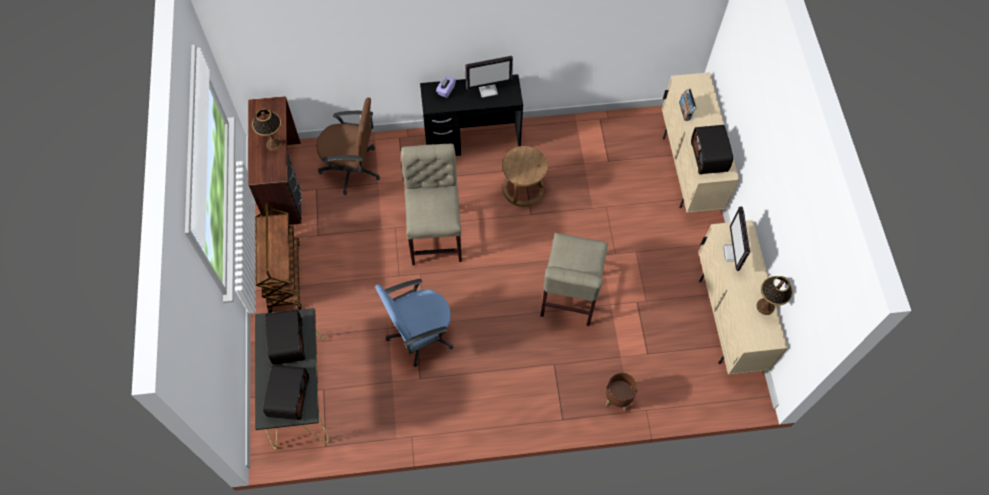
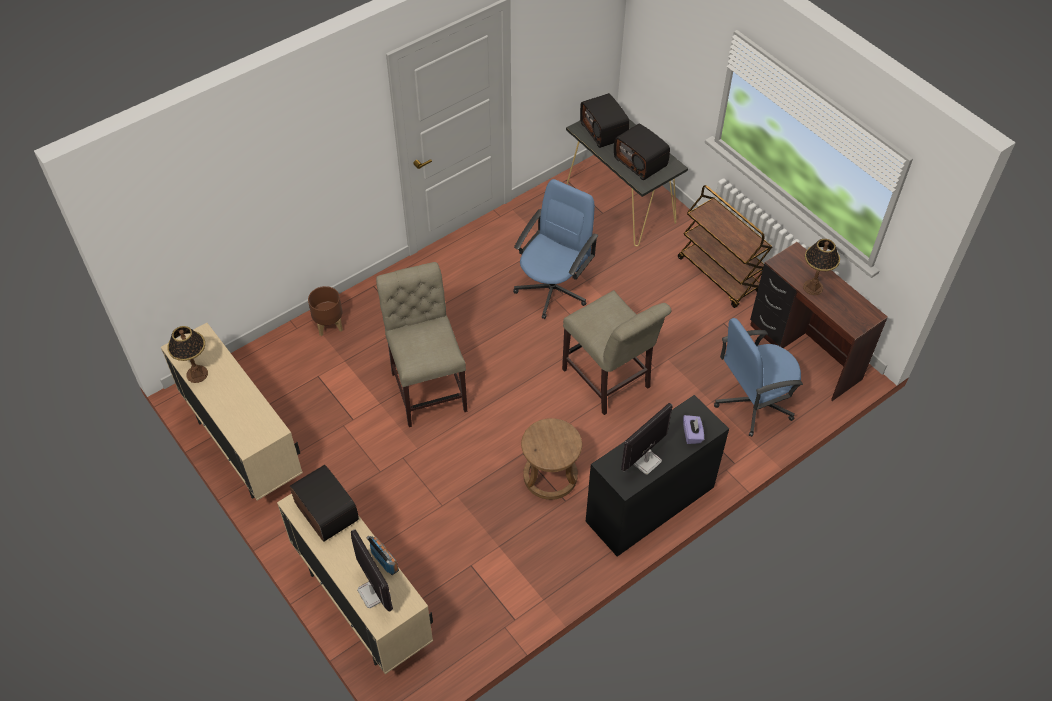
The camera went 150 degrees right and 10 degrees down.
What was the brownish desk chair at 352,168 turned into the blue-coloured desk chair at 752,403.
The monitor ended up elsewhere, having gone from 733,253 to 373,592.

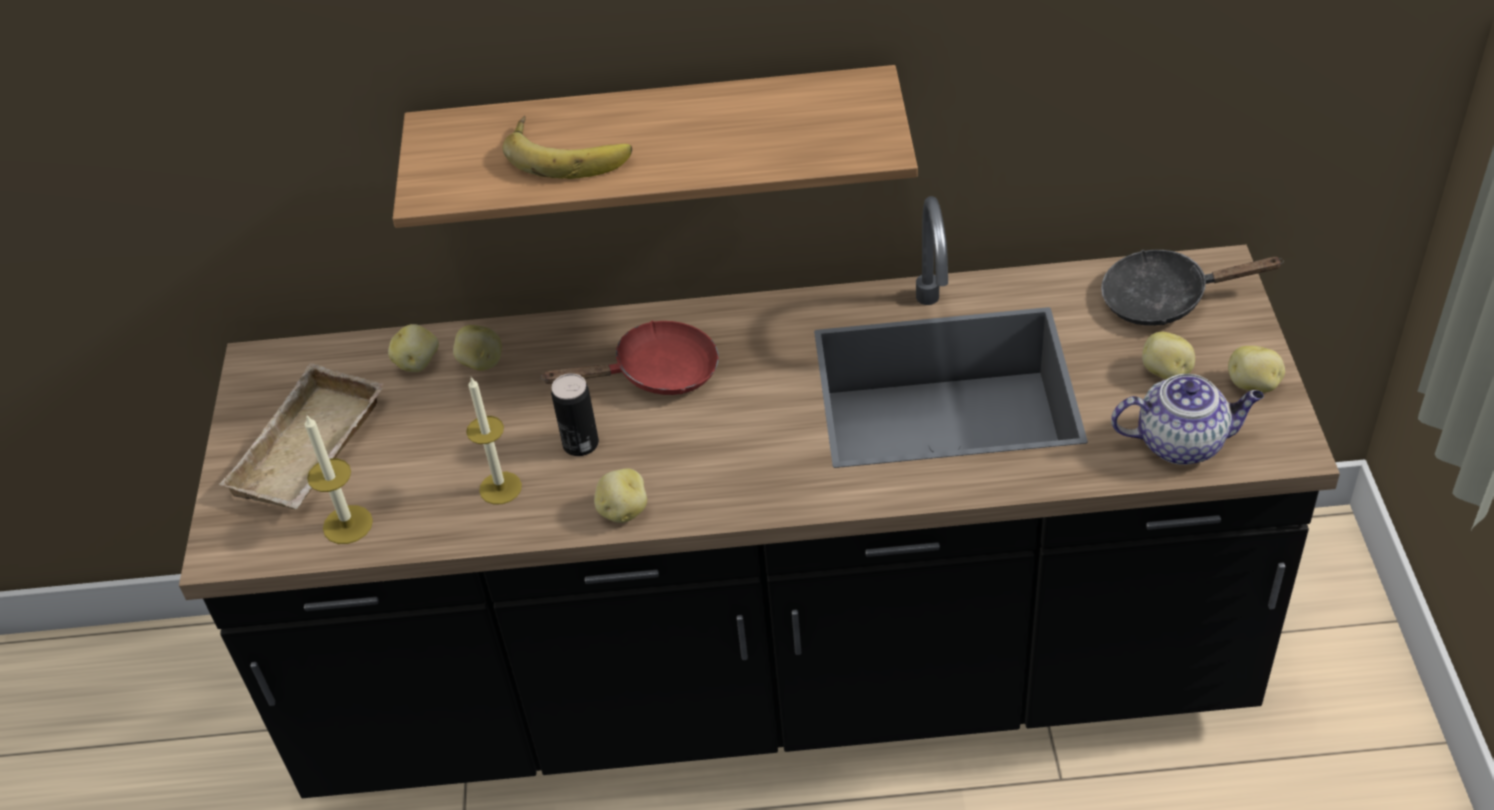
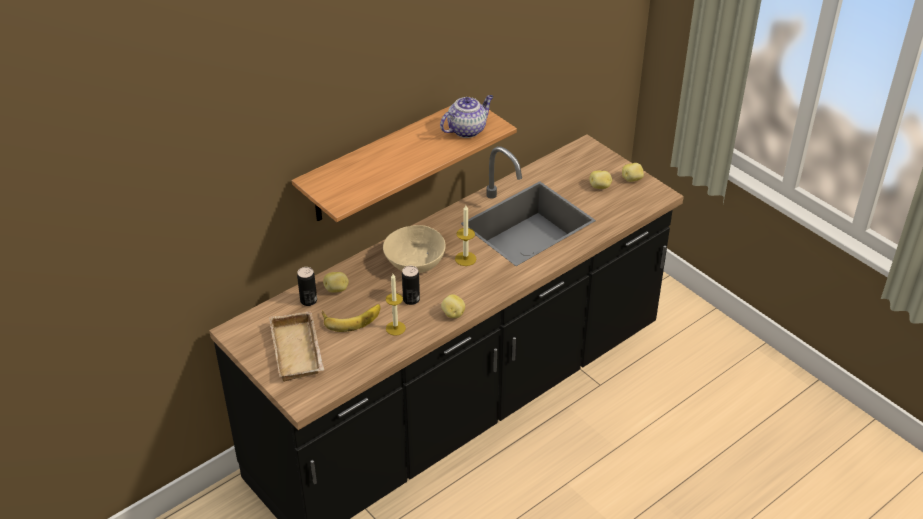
The camera went 40 degrees left and 5 degrees down.
The banana ended up elsewhere, having gone from 569,152 to 351,317.
The second view lost the blackish skillet at 1164,299.
Where the red-coloured skillet stood at 656,374, the beige deep dish came to stand at 415,263.
Where the potato stood at 418,363, the can came to stand at 308,301.
The tea pot ended up elsewhere, having gone from 1182,442 to 467,129.
The wax light ended up elsewhere, having gone from 347,524 to 465,259.

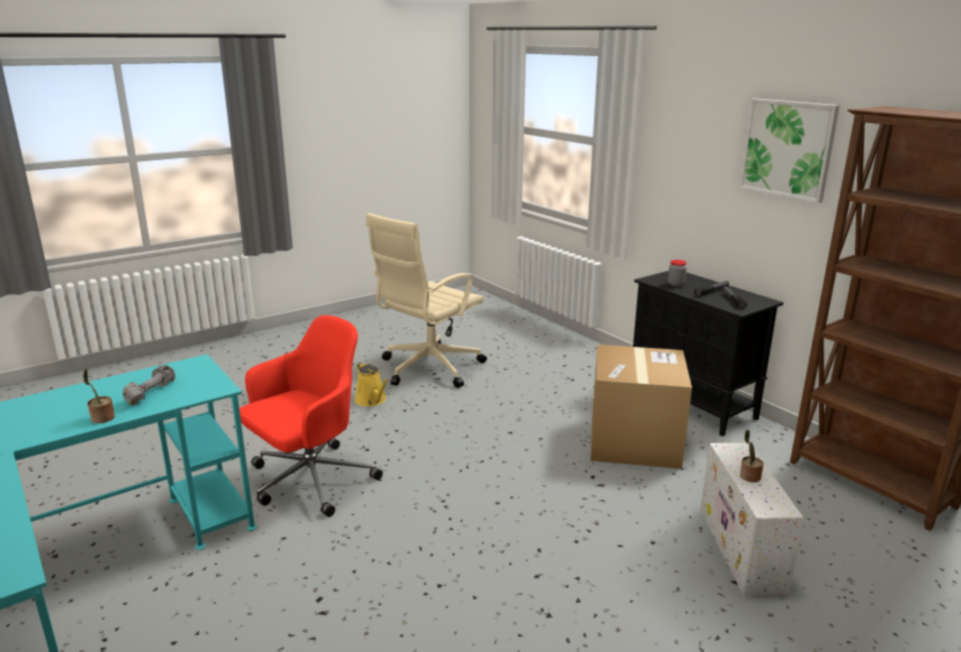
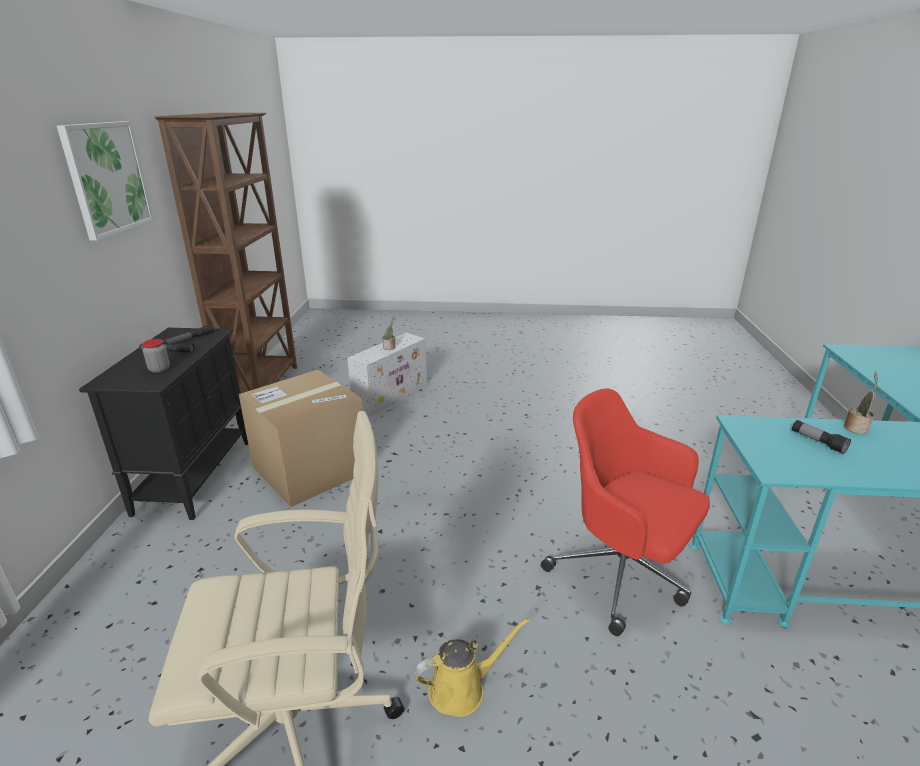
The camera went 140 degrees left and 5 degrees up.
The red-coloured desk chair at 309,481 ended up facing another way, 45 degrees clockwise from before.
The yellowish watering can at 372,400 ended up facing another way, 60 degrees clockwise from before.
Where the greyish dumbbell stood at 150,393, the torch came to stand at 817,442.

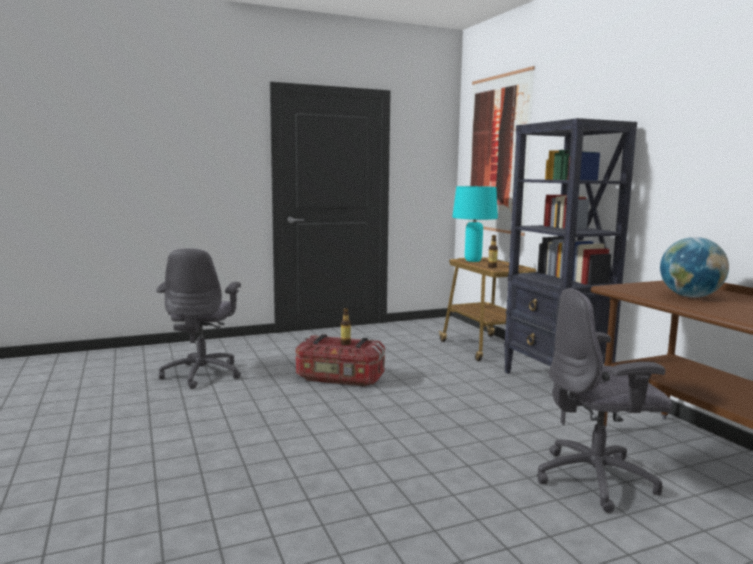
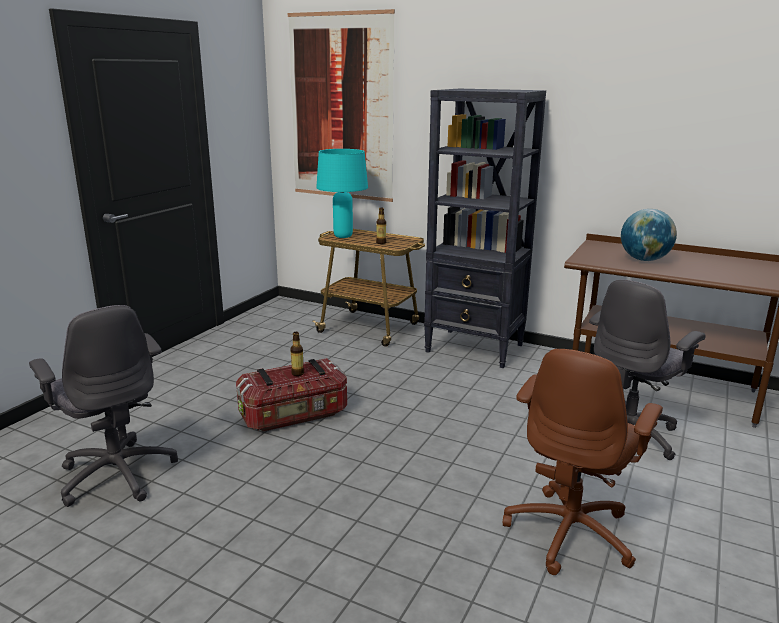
The camera went 40 degrees left and 10 degrees up.
The second view gained the brownish desk chair at 571,532.

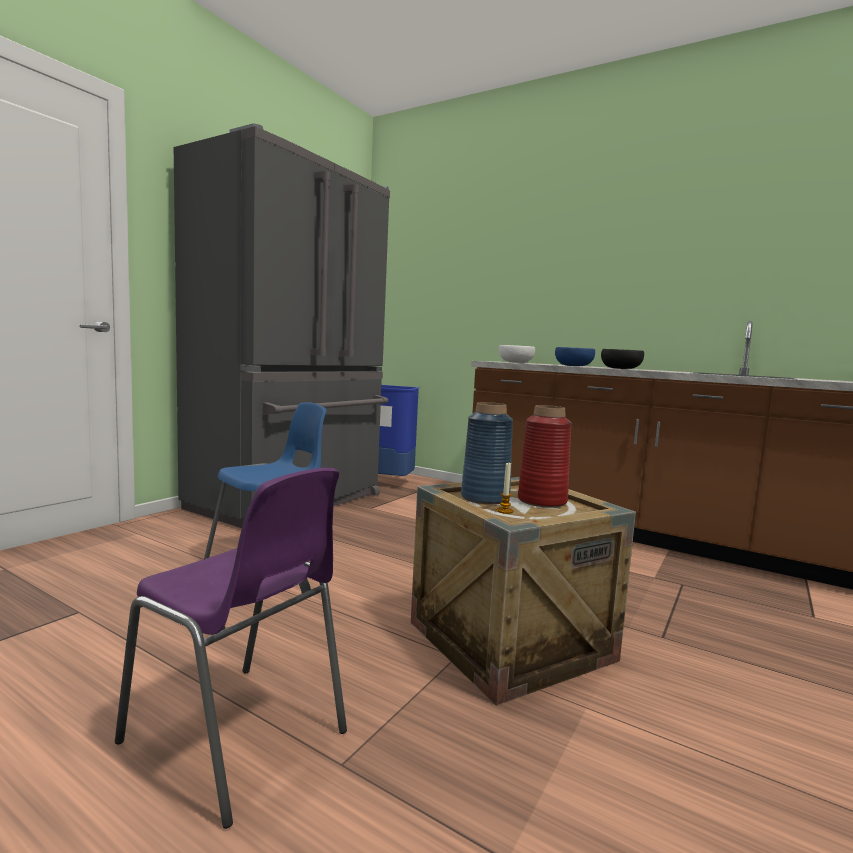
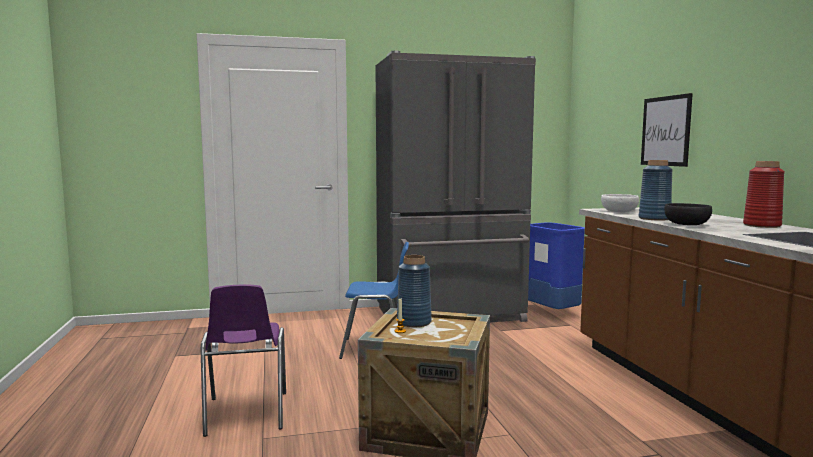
The camera went 45 degrees right and 0 degrees up.
Where the blue-coloured deep dish stood at 574,366, the blue-coloured decorative vase came to stand at 654,218.
The red-coloured decorative vase ended up elsewhere, having gone from 541,501 to 762,225.
The second view gained the wall art at 665,131.

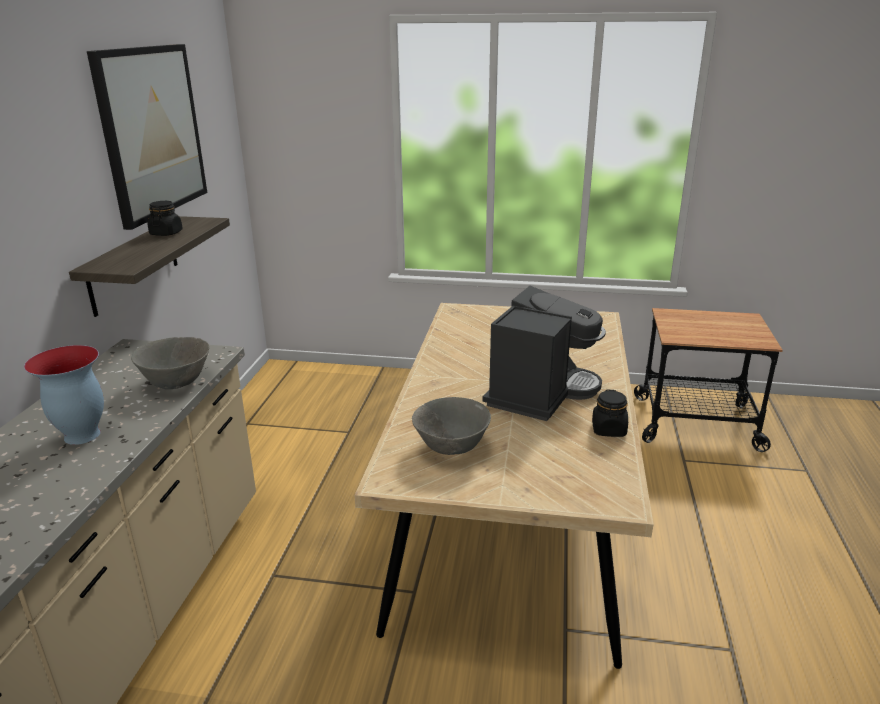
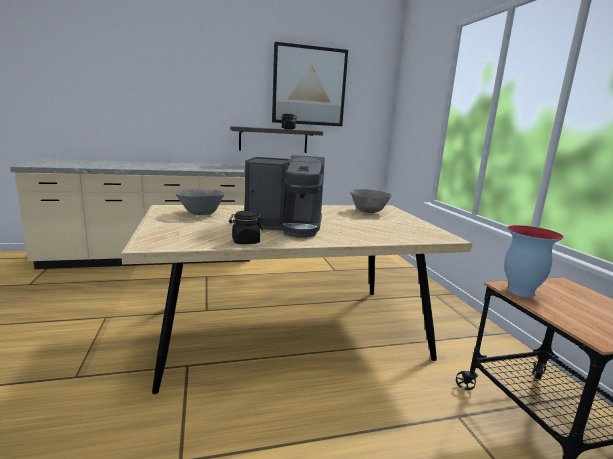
The camera went 65 degrees right and 10 degrees down.
The greyish deep dish ended up elsewhere, having gone from 176,383 to 368,212.
The decorative vase ended up elsewhere, having gone from 81,436 to 520,291.

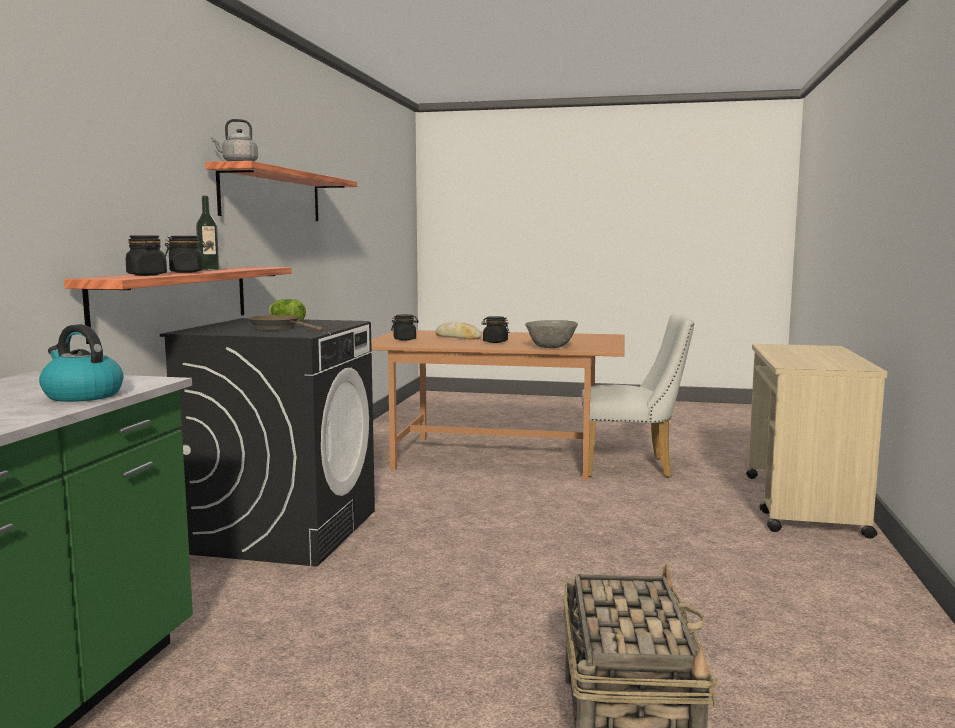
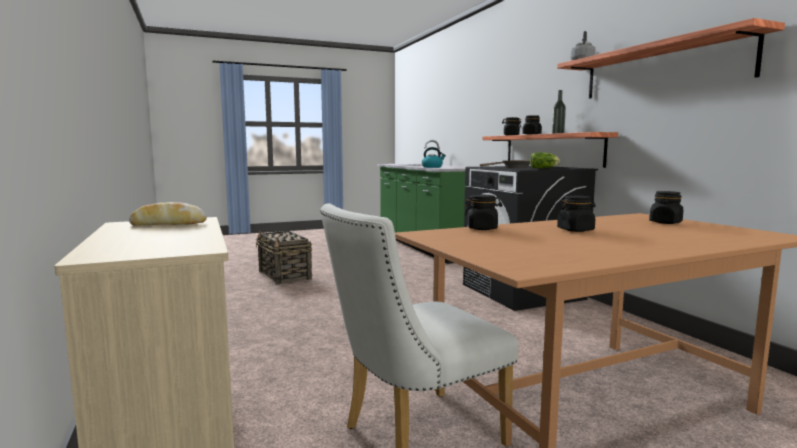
The camera went 145 degrees right and 0 degrees up.
Where the greyish deep dish stood at 551,348, the blackish jar came to stand at 482,228.
The bakery bread ended up elsewhere, having gone from 458,337 to 168,224.

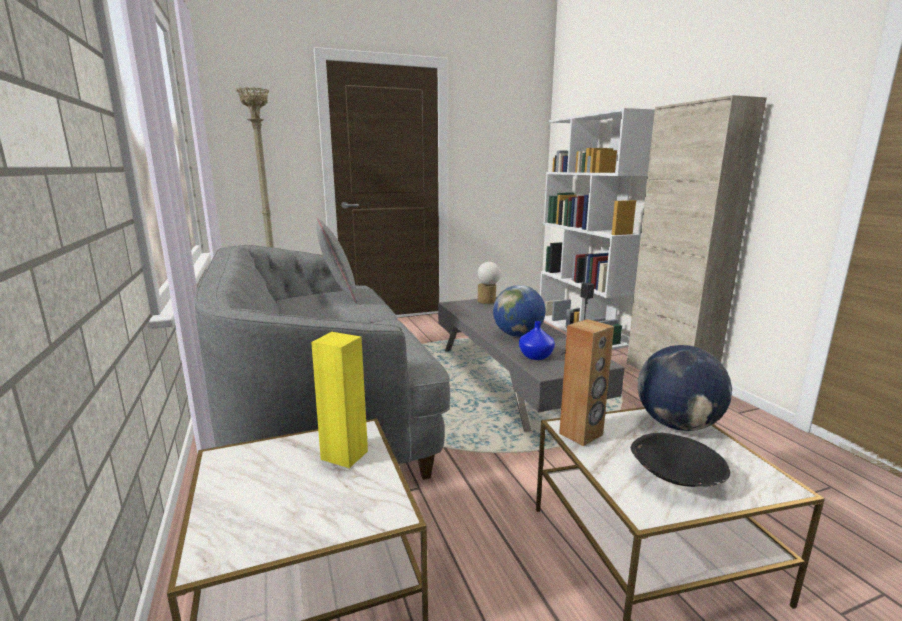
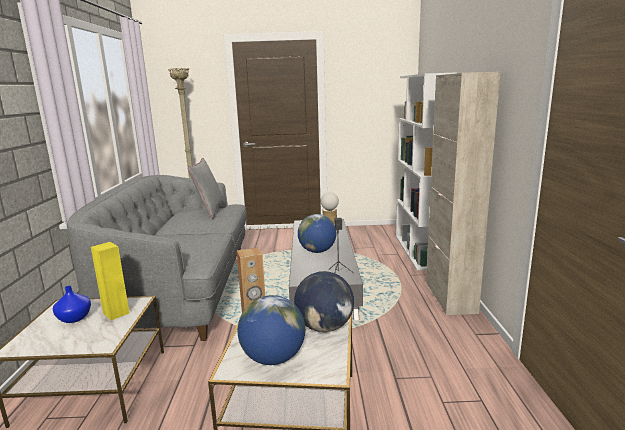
The camera went 20 degrees right and 0 degrees up.
The blue-coloured decorative vase ended up elsewhere, having gone from 535,356 to 74,318.
Where the blackish deep dish stood at 676,479, the world globe came to stand at 273,358.

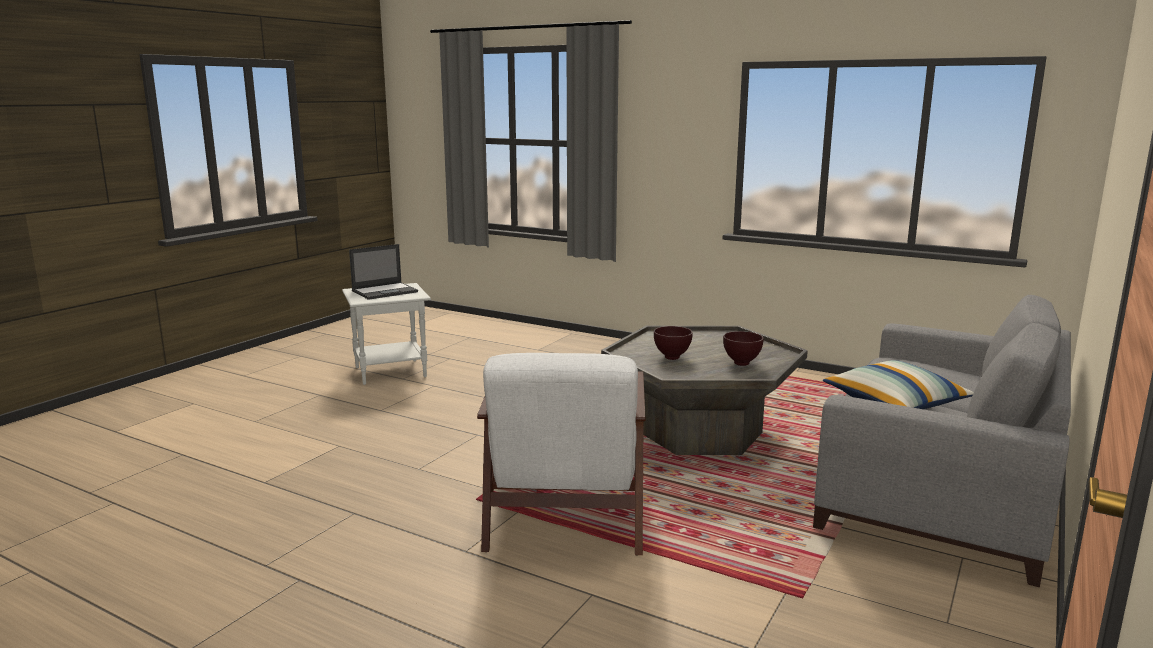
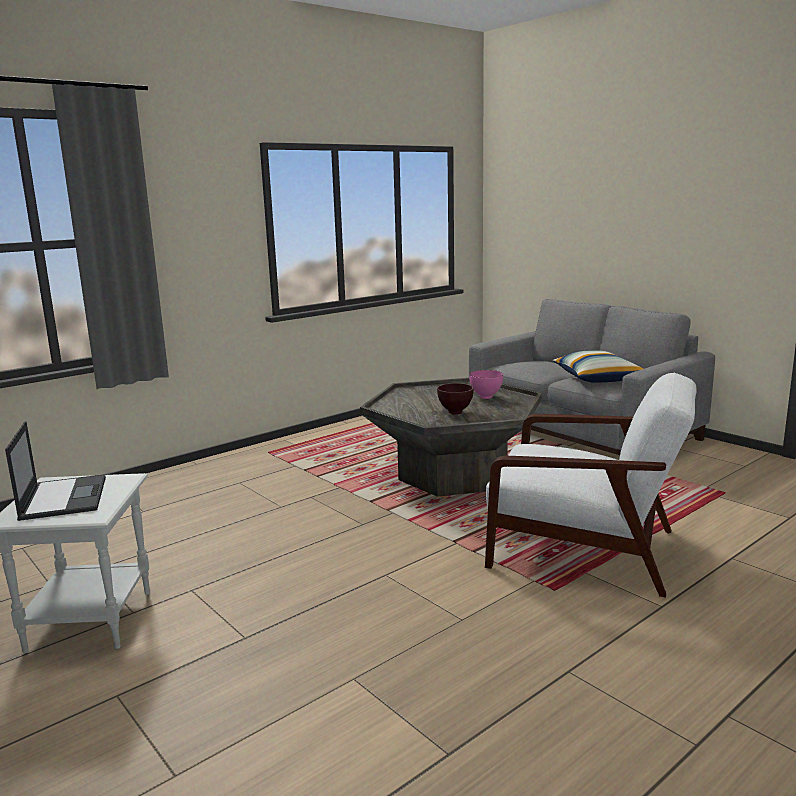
The camera went 70 degrees left and 0 degrees up.
What was the brownish deep dish at 741,363 turned into the pink-coloured deep dish at 485,397.

